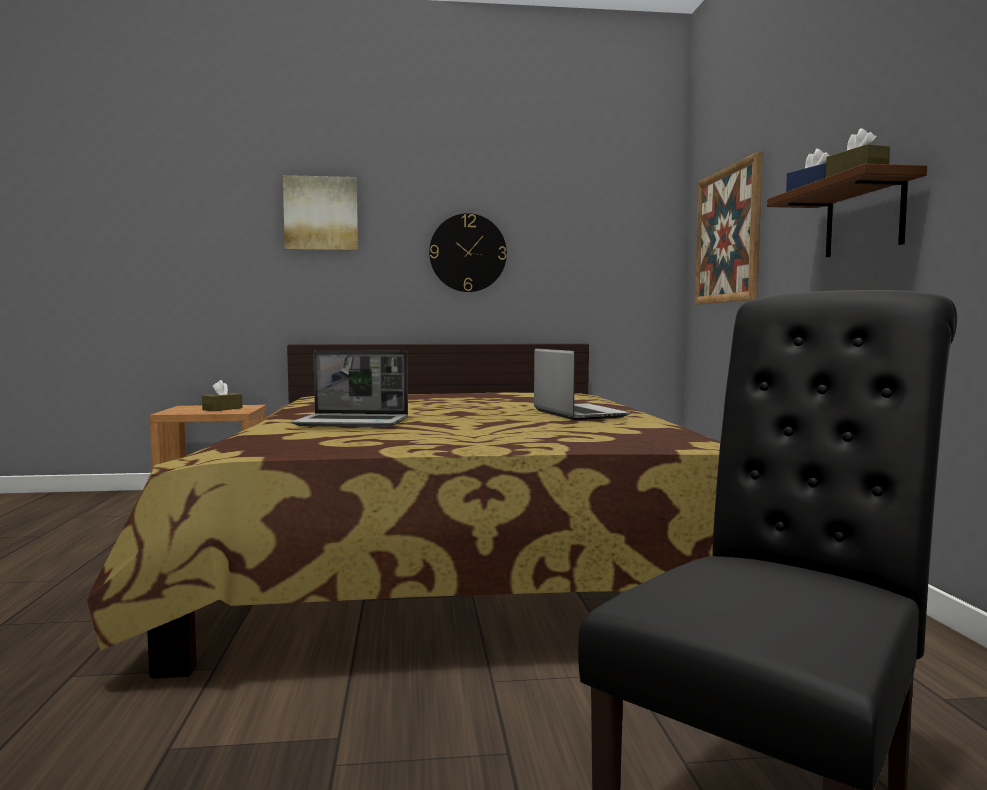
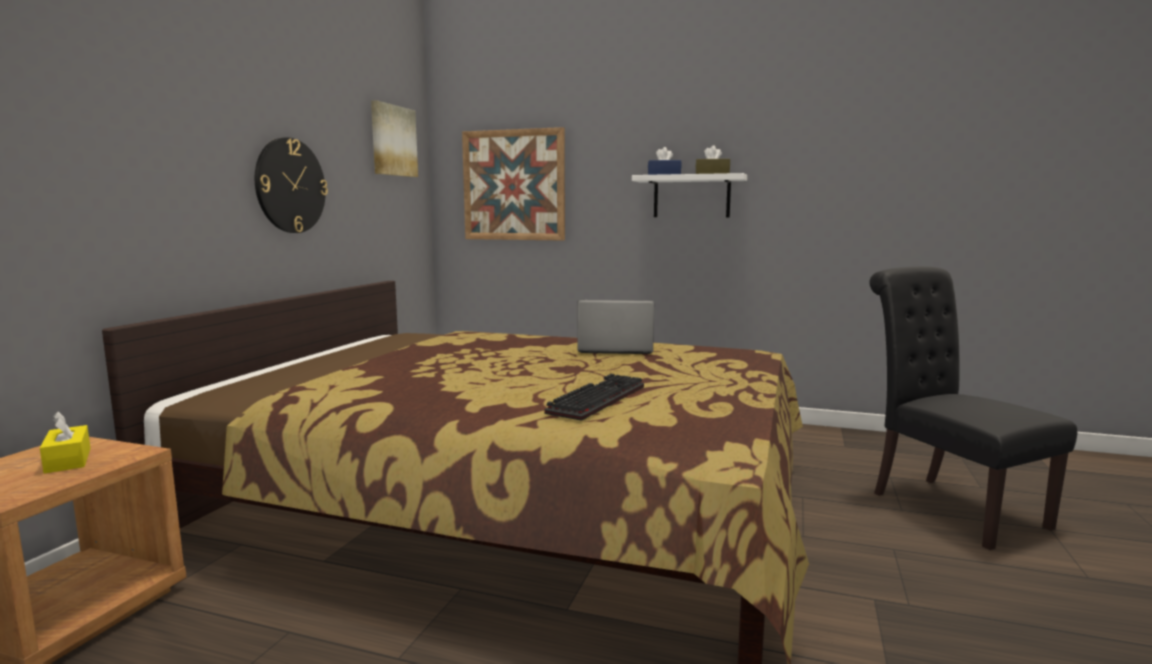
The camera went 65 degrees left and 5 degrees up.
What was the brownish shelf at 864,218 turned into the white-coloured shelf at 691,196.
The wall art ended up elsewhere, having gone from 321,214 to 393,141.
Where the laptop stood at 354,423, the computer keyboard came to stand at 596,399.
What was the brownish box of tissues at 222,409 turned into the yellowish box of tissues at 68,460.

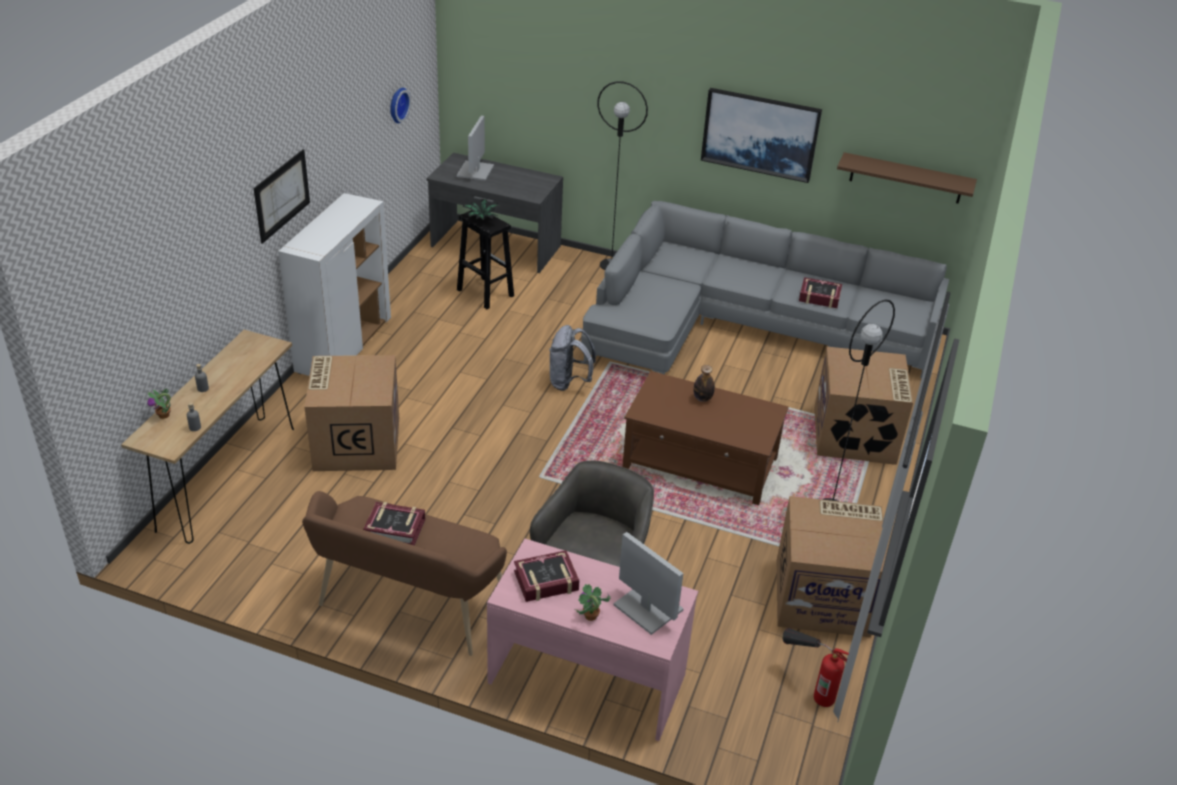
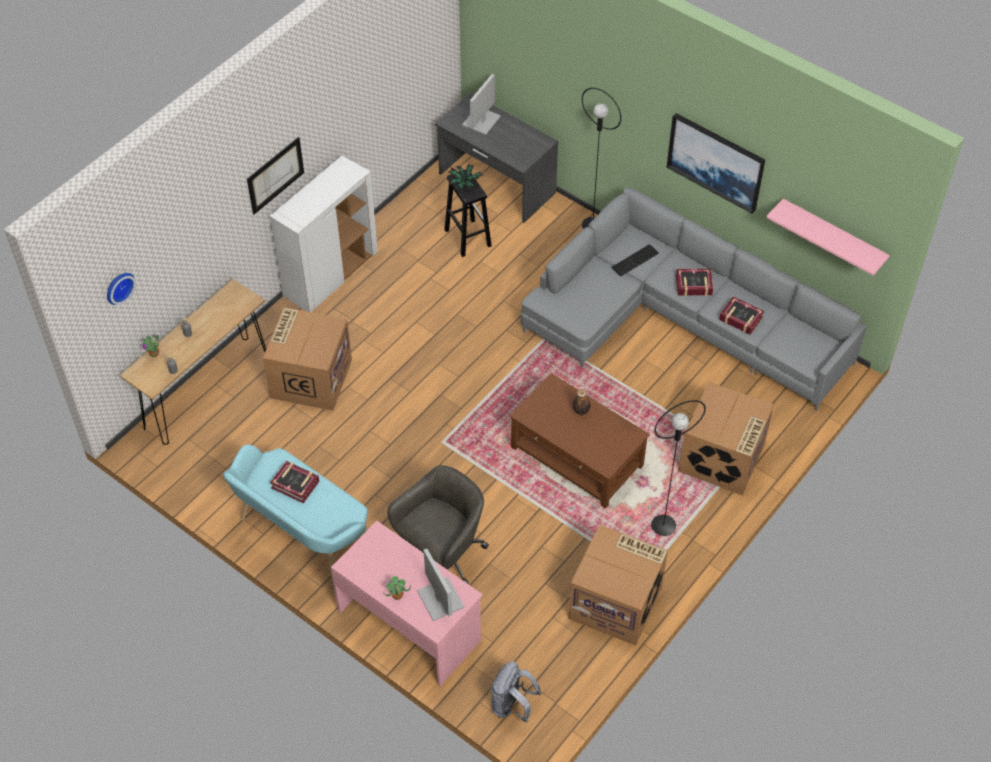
The camera went 20 degrees right and 15 degrees up.
The hanging clock ended up elsewhere, having gone from 397,104 to 118,287.
What was the brownish shelf at 906,178 turned into the pink-coloured shelf at 833,235.
The greyish backpack ended up elsewhere, having gone from 569,382 to 512,706.
What was the brownish bench at 407,608 turned into the turquoise bench at 302,536.
The bound book ended up elsewhere, having gone from 546,581 to 693,285.
The second view lost the fire-fighting cylinder at 808,685.
The second view gained the computer keyboard at 636,260.

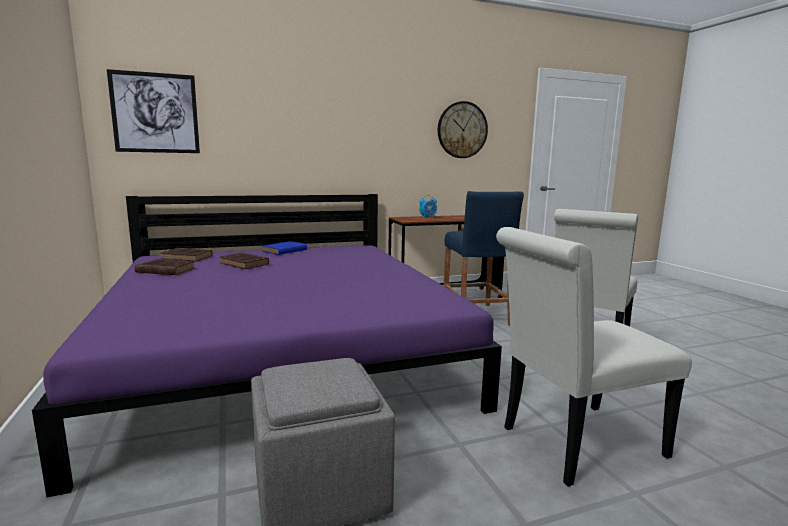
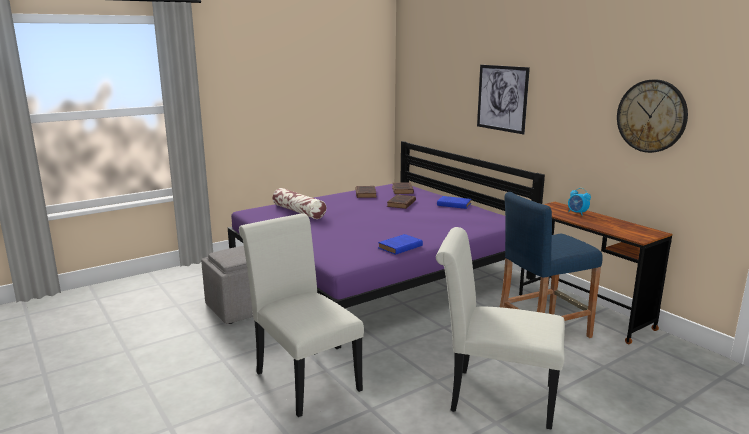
The camera went 75 degrees right and 5 degrees up.
The wall art ended up elsewhere, having gone from 155,113 to 502,98.
The second view gained the throw pillow at 299,212.
The second view gained the blue-coloured bound book at 399,247.

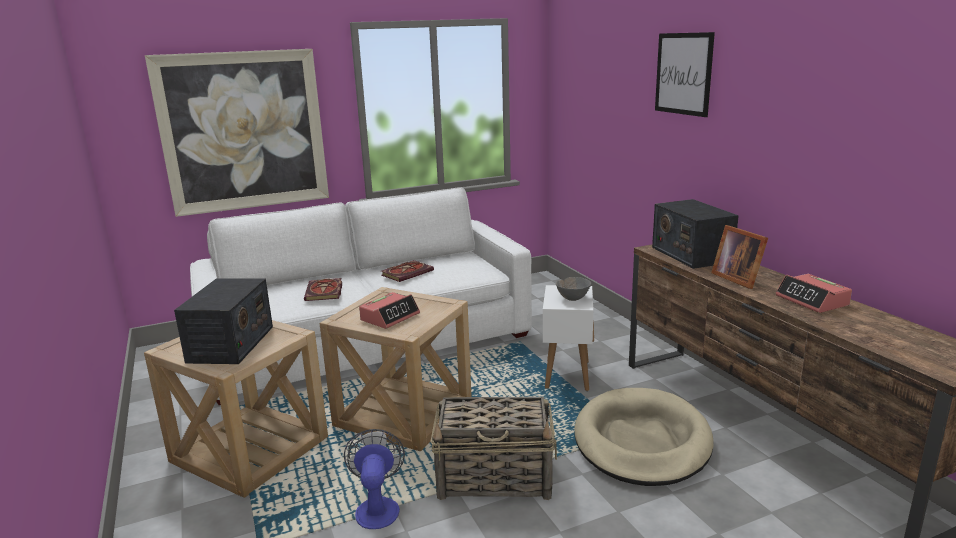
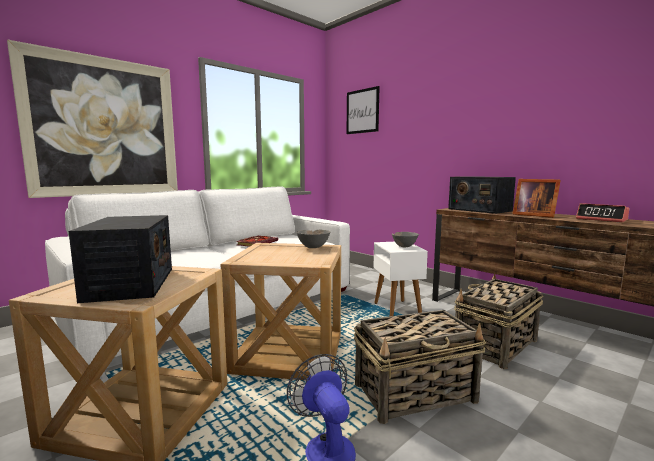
The camera went 20 degrees left and 10 degrees down.
The wall art ended up elsewhere, having gone from 683,74 to 362,111.
The second view lost the bound book at 325,292.
The second view lost the alarm clock at 390,317.
Where the beige dog cushion stood at 641,441, the basket came to stand at 495,345.
The second view gained the greyish deep dish at 313,247.

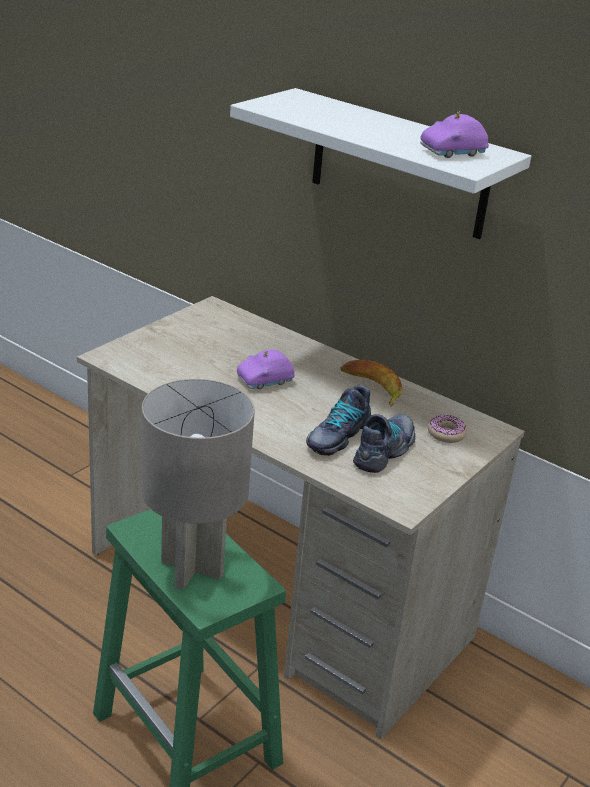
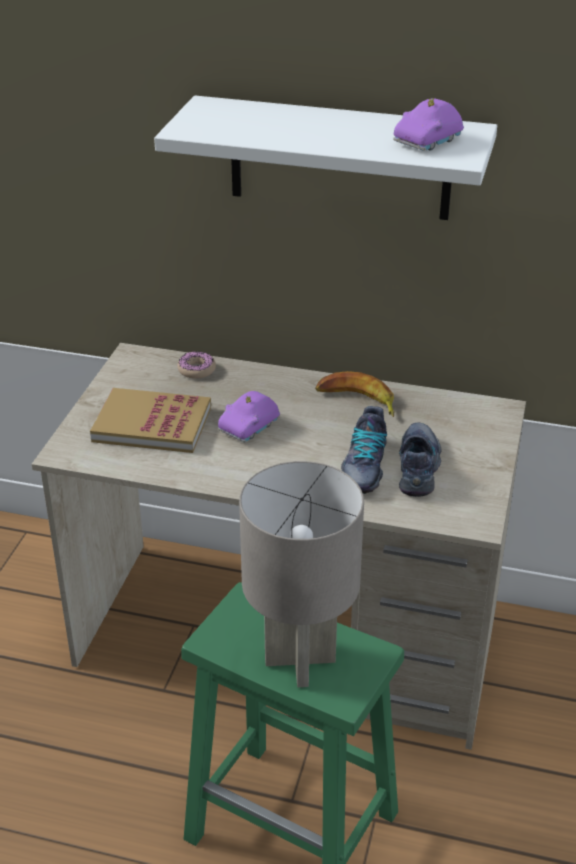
The camera went 20 degrees left and 5 degrees up.
The donut ended up elsewhere, having gone from 446,434 to 196,370.
The second view gained the bound book at 152,424.

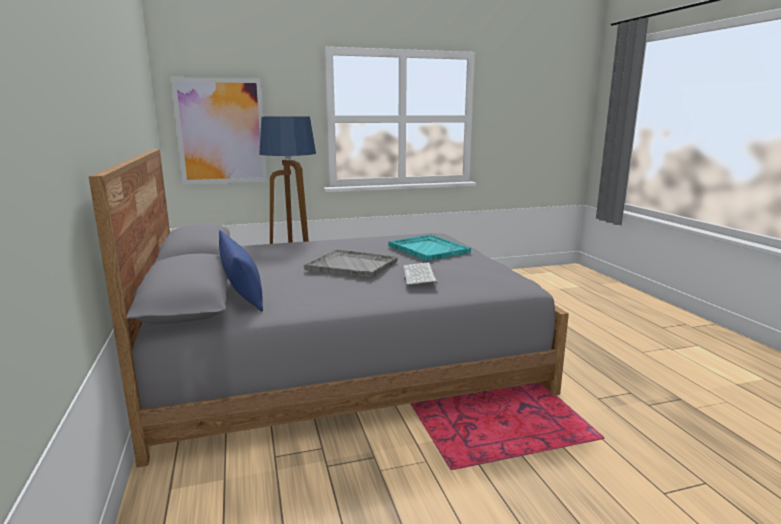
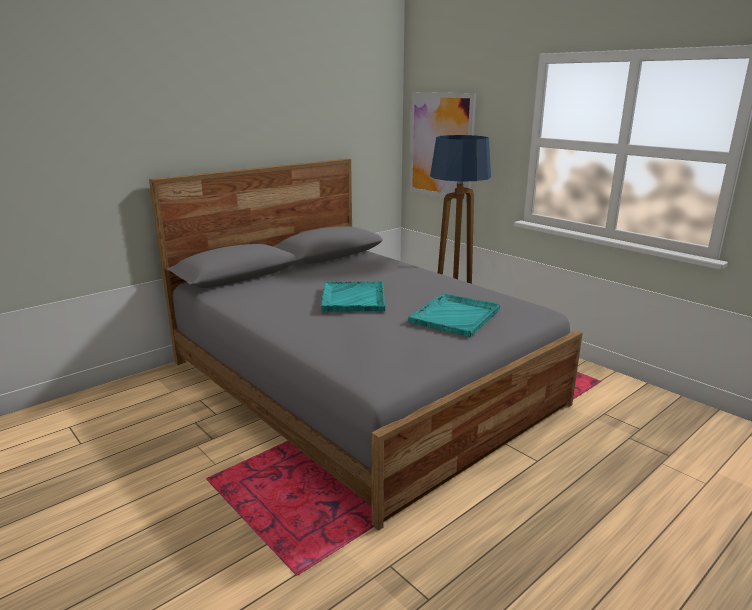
The camera went 65 degrees right and 5 degrees up.
The second view lost the blue-coloured throw pillow at 242,293.
What was the greyish serving tray at 352,266 turned into the turquoise serving tray at 353,298.
The second view lost the computer keyboard at 420,275.

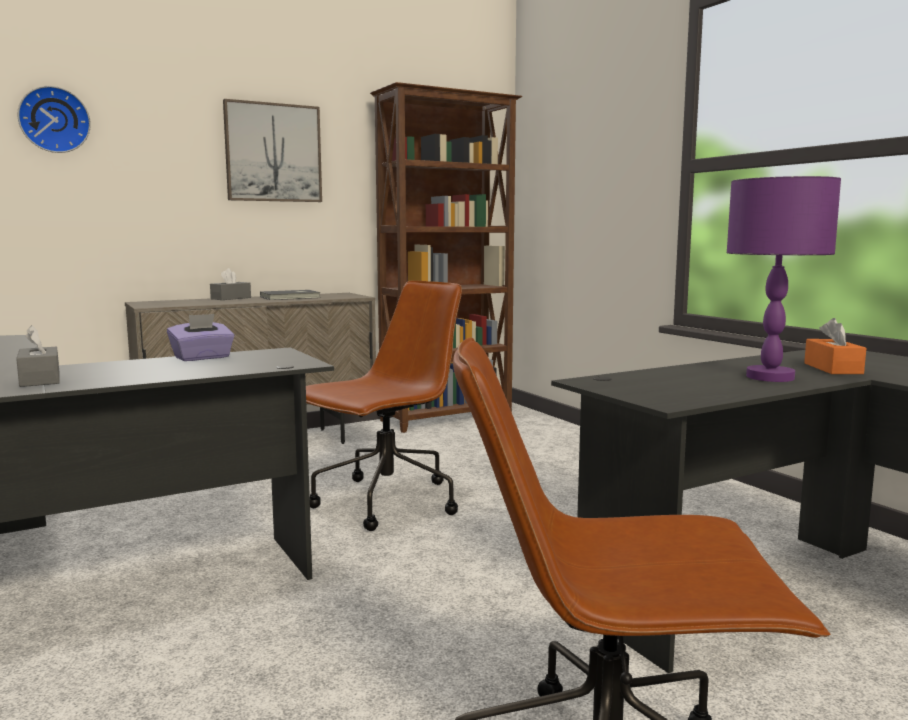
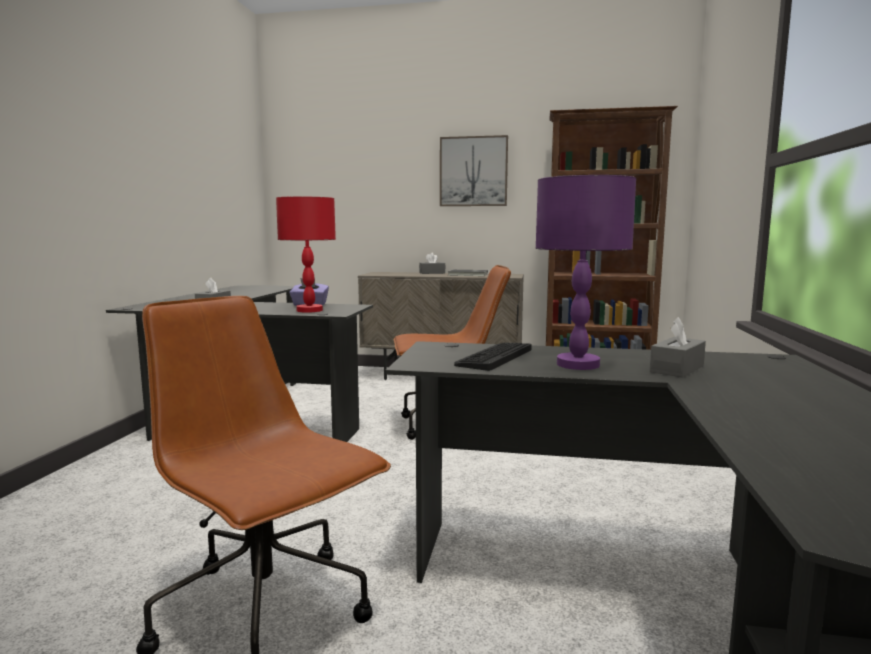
The camera went 40 degrees right and 0 degrees up.
The second view lost the hanging clock at 54,120.
What was the orangey box of tissues at 832,368 turned into the greyish box of tissues at 677,369.
The second view gained the red-coloured tabletop lamp at 309,310.
The second view gained the computer keyboard at 494,357.

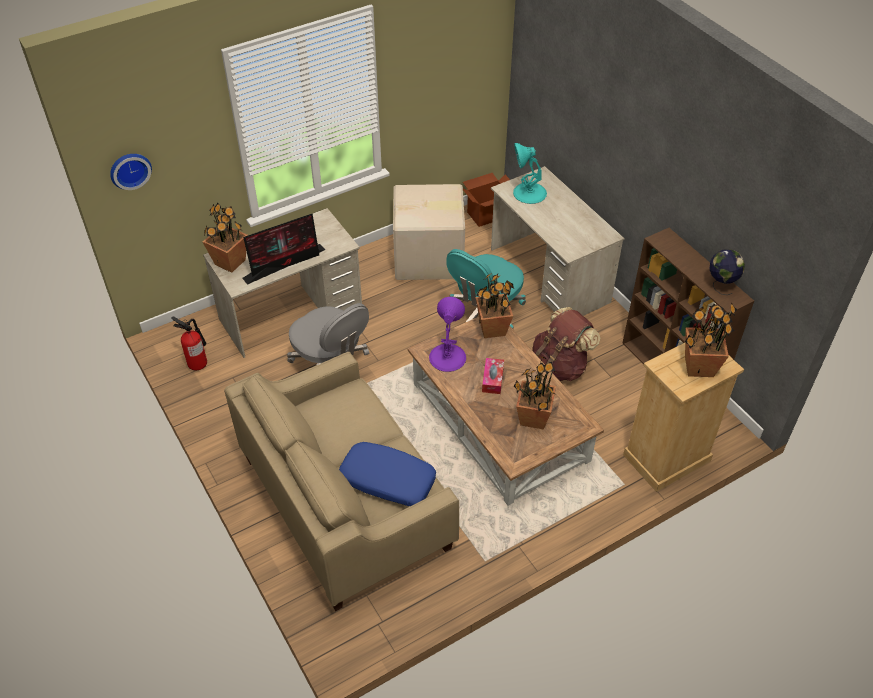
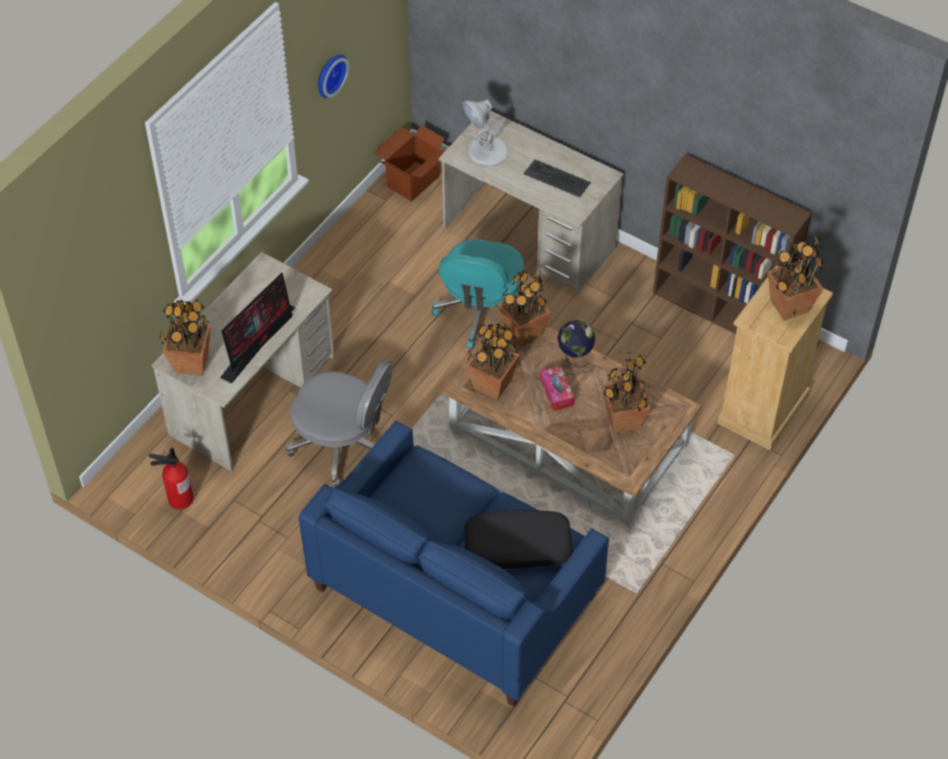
The camera went 25 degrees left and 5 degrees up.
What was the turquoise tabletop lamp at 529,193 turned into the white-coloured tabletop lamp at 487,151.
The hanging clock ended up elsewhere, having gone from 129,169 to 329,74.
The second view lost the carton at 430,258.
The world globe ended up elsewhere, having gone from 721,285 to 575,356.
Where the purplish tabletop lamp stood at 447,357, the potted plant came to stand at 492,384.
The second view lost the brownish backpack at 560,366.
What was the beige sofa at 346,503 turned into the blue-coloured sofa at 456,591.
What was the blue-coloured throw pillow at 387,480 turned into the blackish throw pillow at 517,547.
The second view gained the computer keyboard at 557,178.

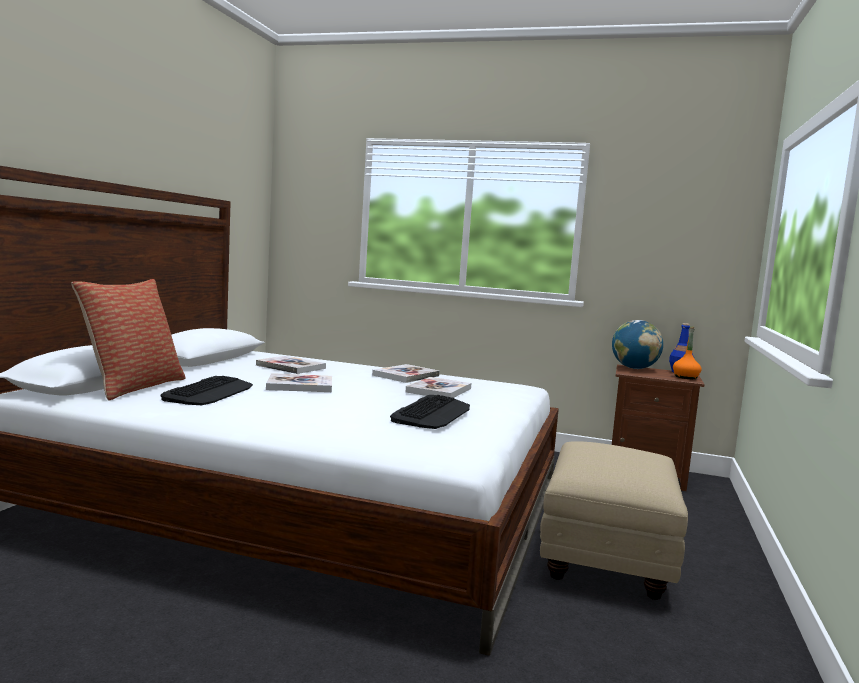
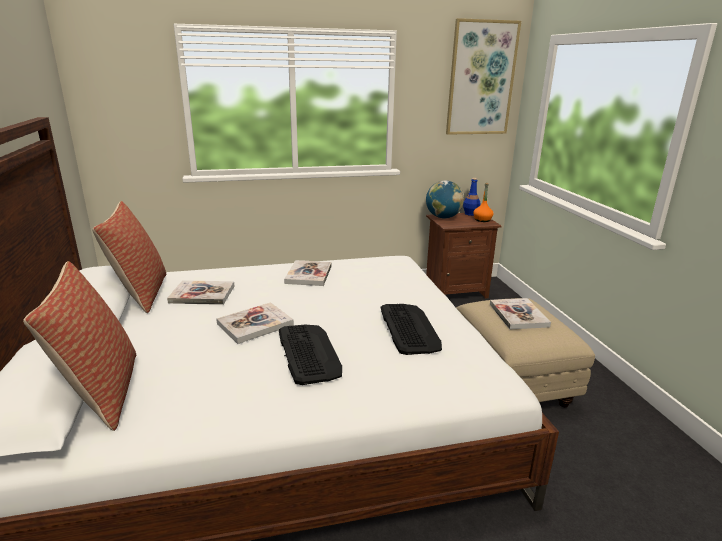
The camera went 30 degrees left and 15 degrees up.
The computer keyboard ended up elsewhere, having gone from 210,392 to 308,353.
The bound book ended up elsewhere, having gone from 439,390 to 518,315.
The second view gained the wall art at 481,79.
The second view gained the throw pillow at 141,293.

